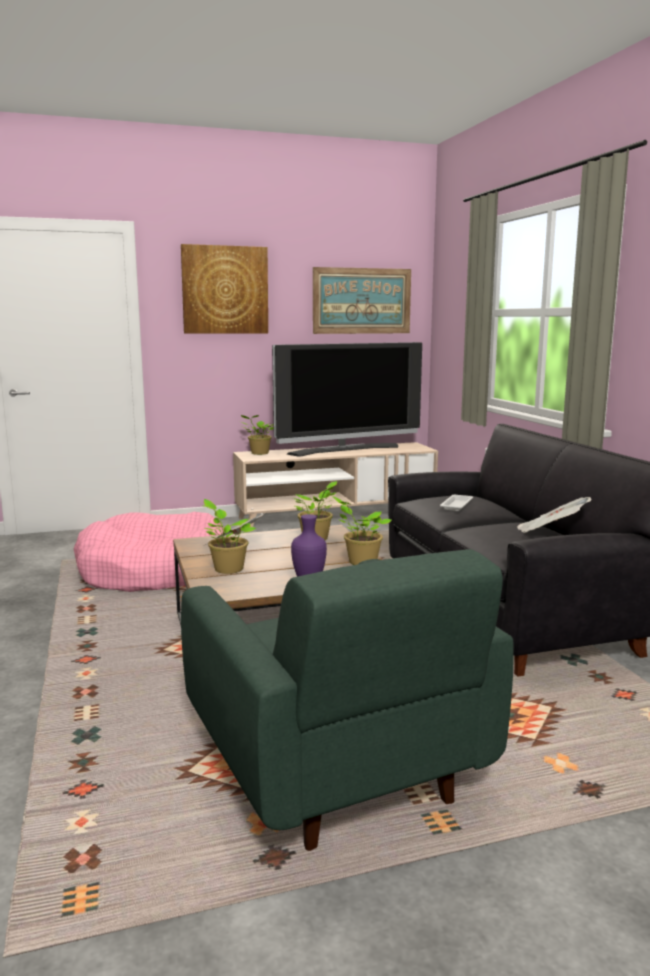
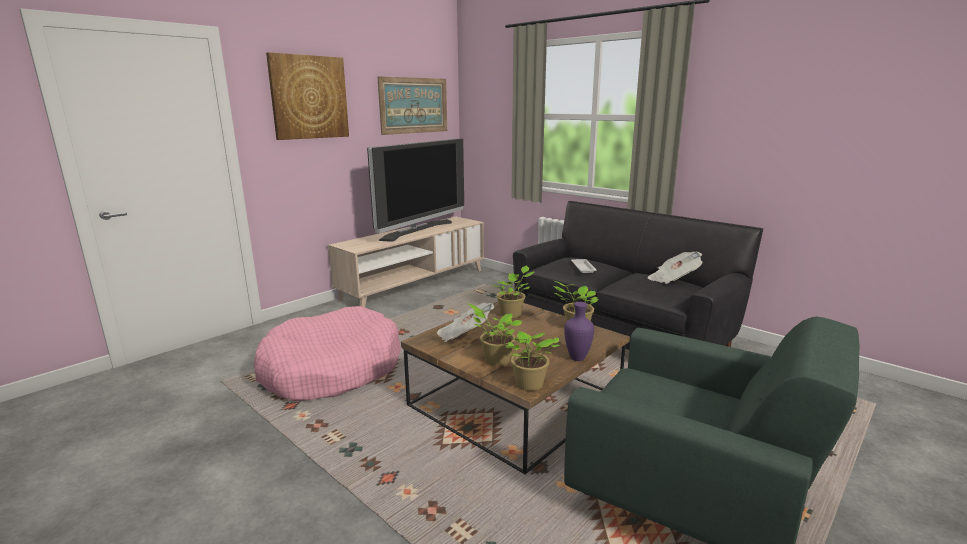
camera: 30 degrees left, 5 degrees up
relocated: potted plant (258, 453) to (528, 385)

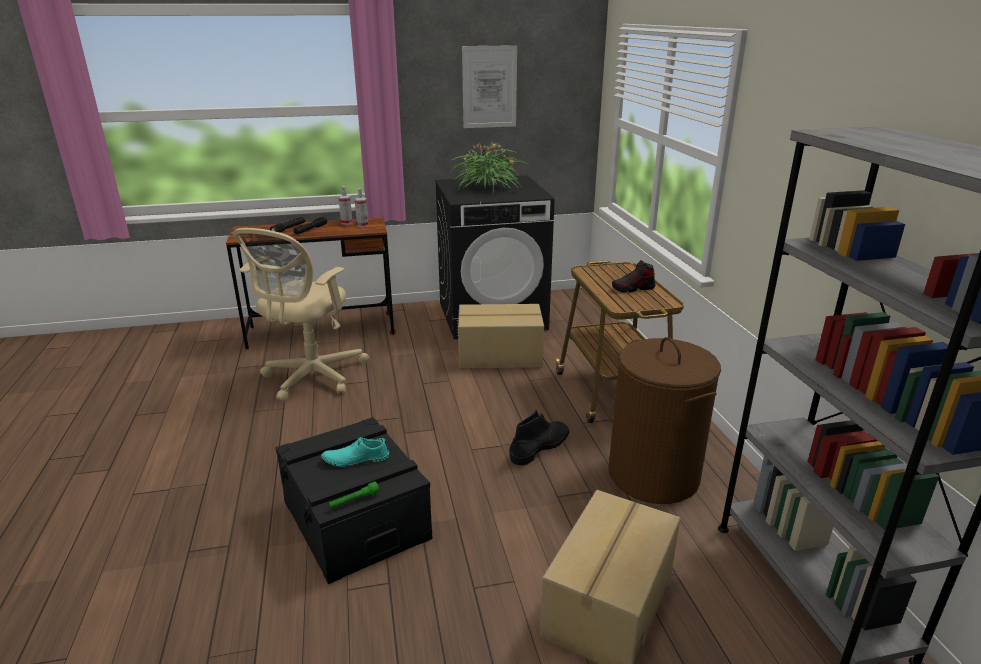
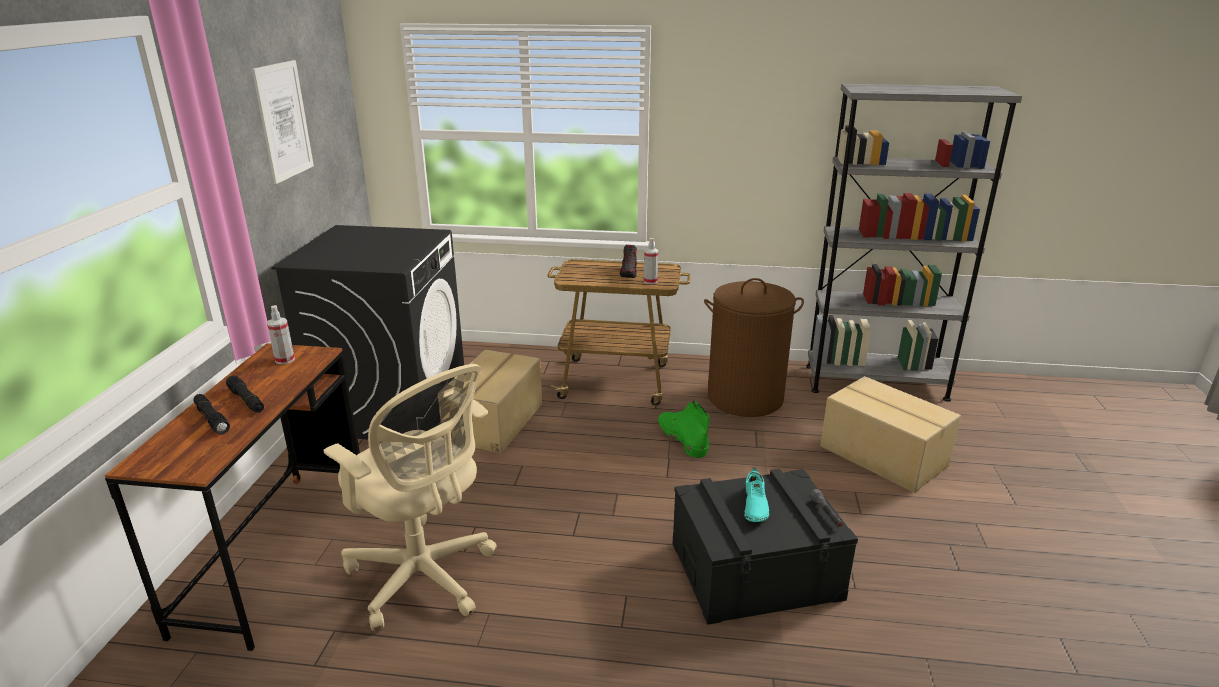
camera: 70 degrees left, 0 degrees up
missing: potted plant (487, 187)
relocated: spray bottle (346, 222) to (650, 281)
colour: green flashlight (354, 501) to grey flashlight (826, 513); black boot (540, 447) to green boot (681, 438)

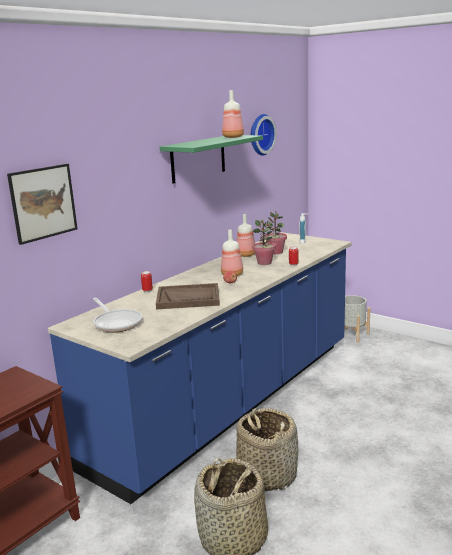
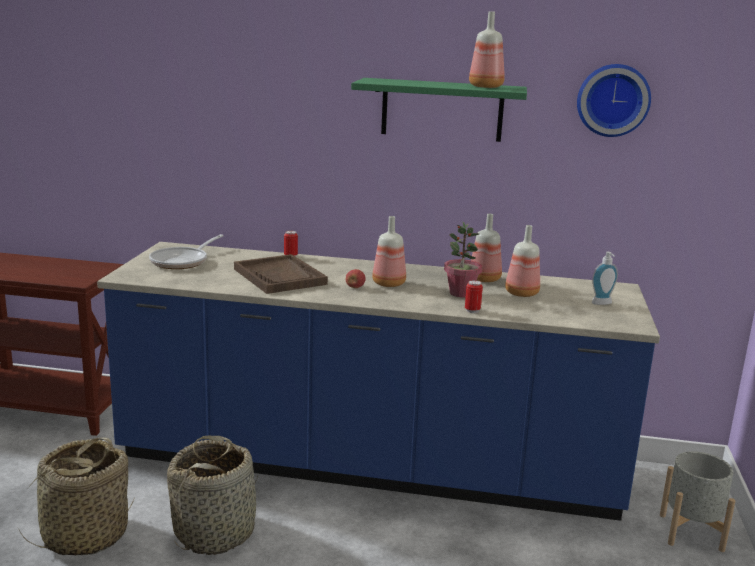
camera: 60 degrees right, 0 degrees up
missing: picture (43, 203)
exchanged: potted plant (276, 252) to bottle (520, 293)

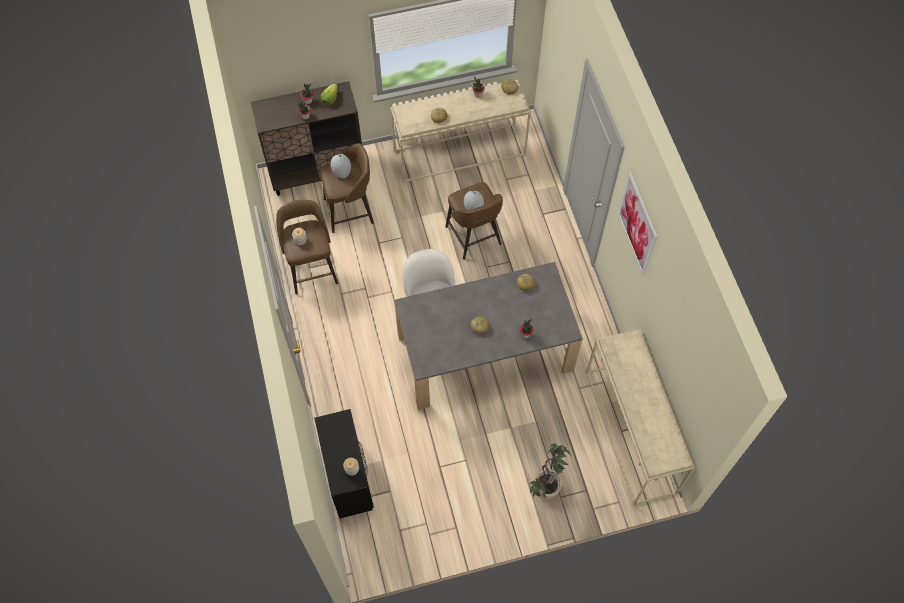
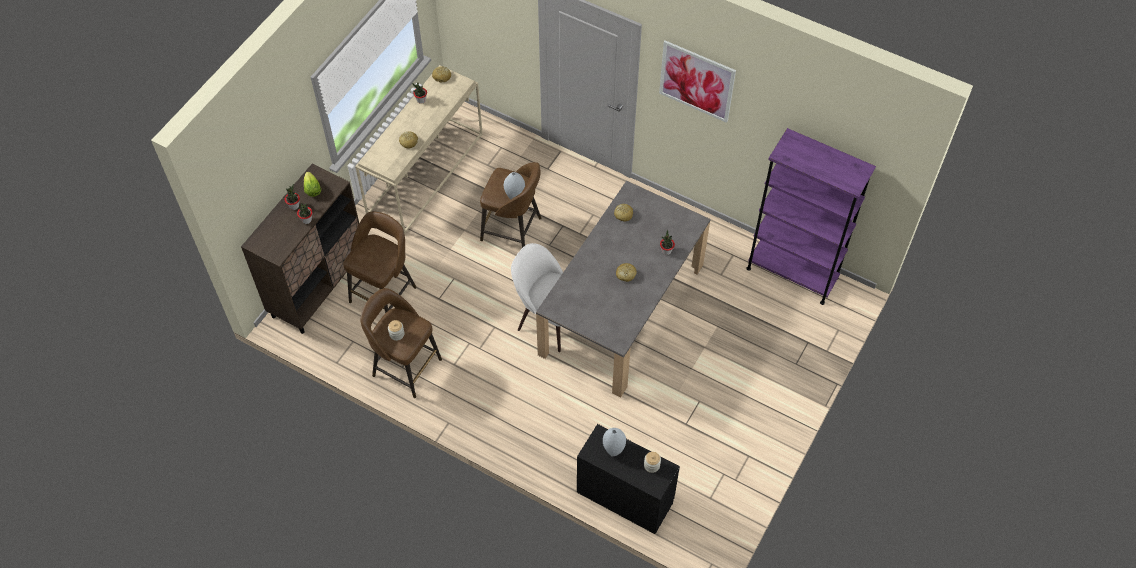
camera: 45 degrees left, 5 degrees down
missing: potted plant (546, 485)
relocated: grey vase (342, 173) to (613, 448)
exchanged: beige console table (631, 432) to purple bookcase (792, 273)

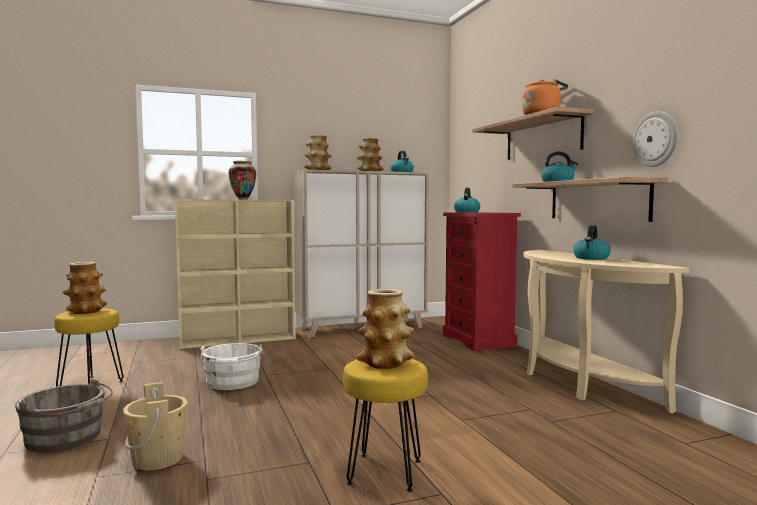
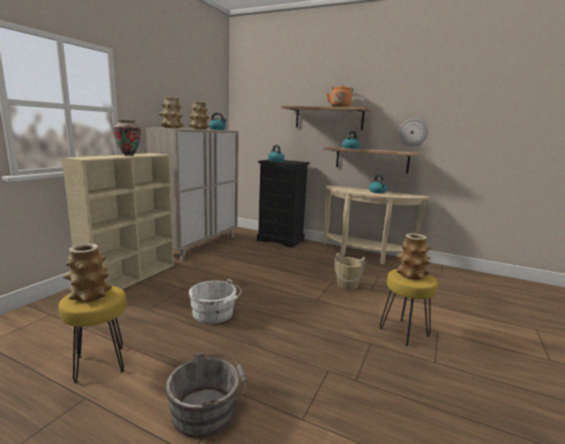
camera: 45 degrees left, 10 degrees up
relocated: beige bucket (157, 459) to (347, 285)
colour: red dresser (479, 340) to black dresser (281, 240)

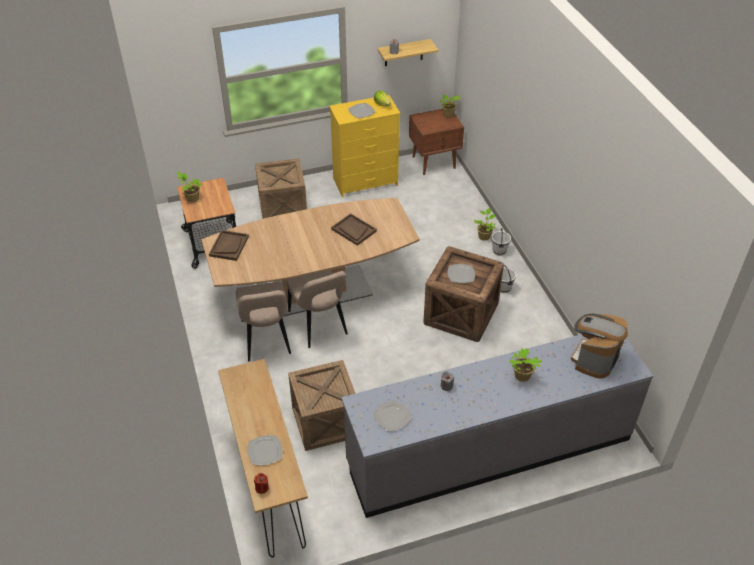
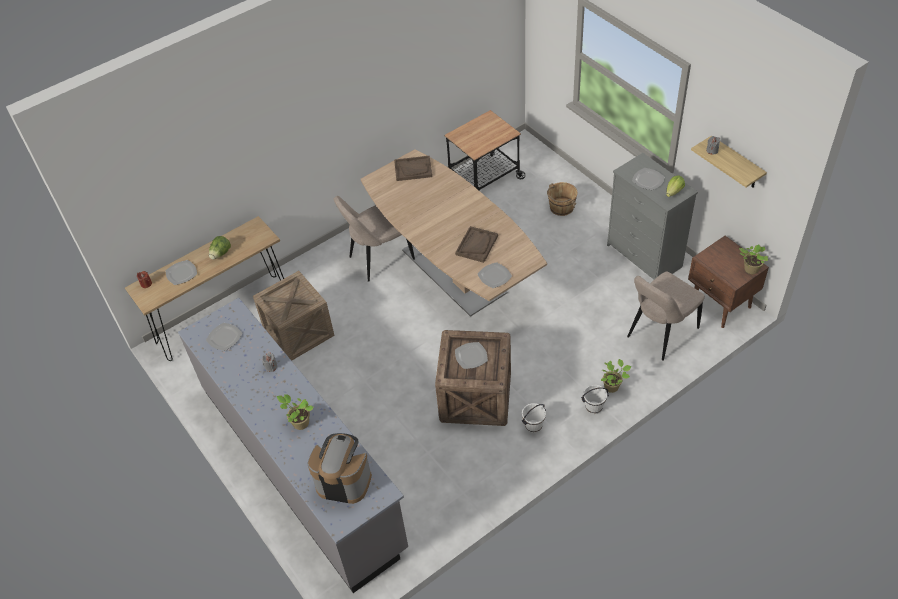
camera: 75 degrees right, 5 degrees up
missing: potted plant (192, 198)
appeared: lettuce (221, 254); plate (494, 276)
relocated: beige chair (319, 325) to (660, 334)
exchanged: crate (283, 209) to brown bucket (561, 207)
colour: yellow dresser (366, 182) to grey dresser (644, 256)

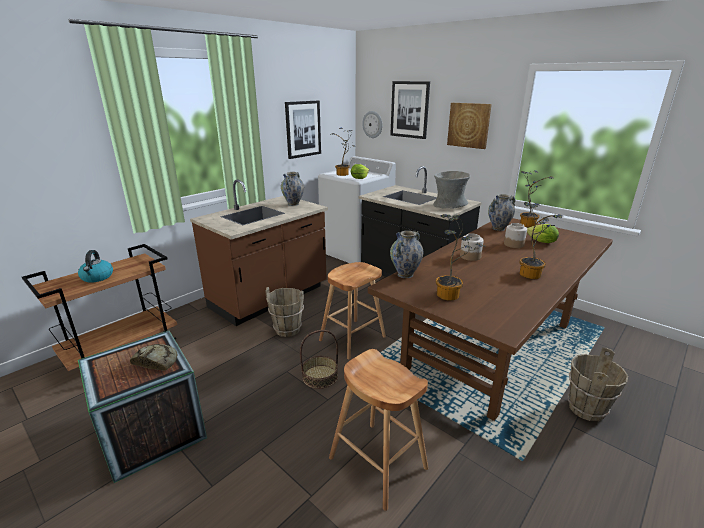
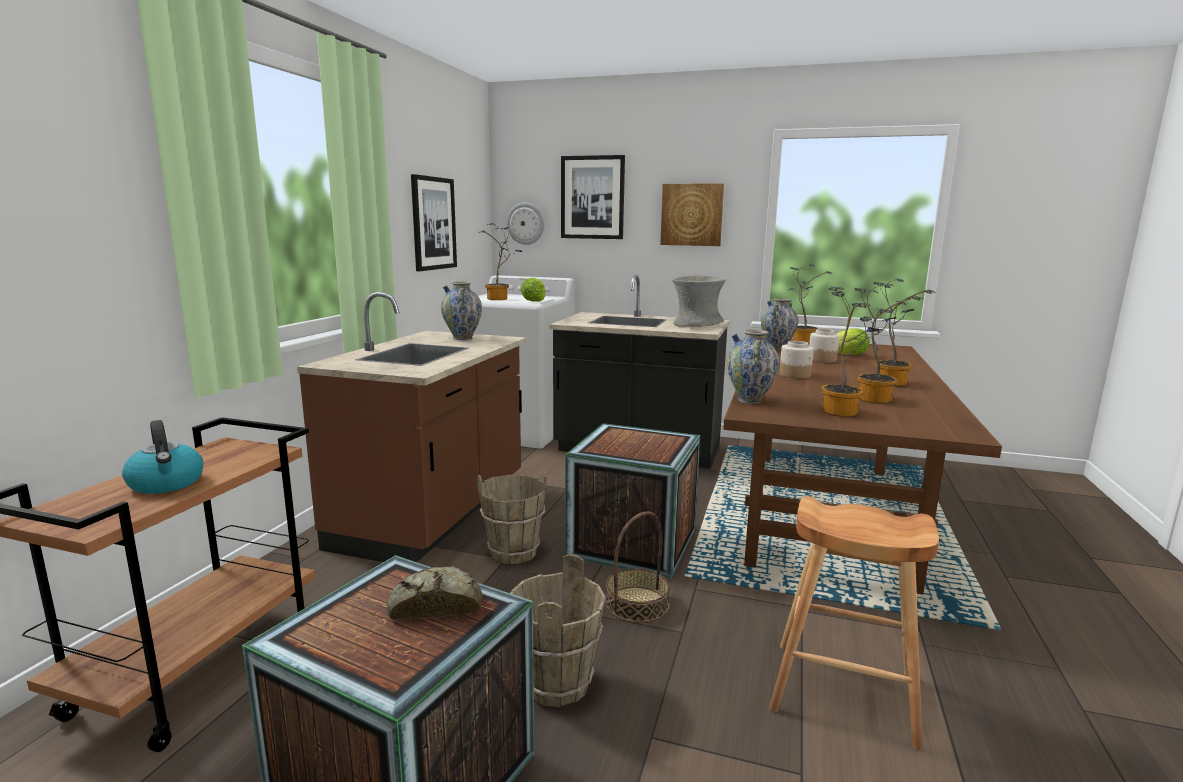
camera: 25 degrees left, 10 degrees down
appeared: potted plant (873, 398)
relocated: brown bucket (585, 409) to (556, 684)
exchanged: brown stool (352, 339) to crate (632, 542)

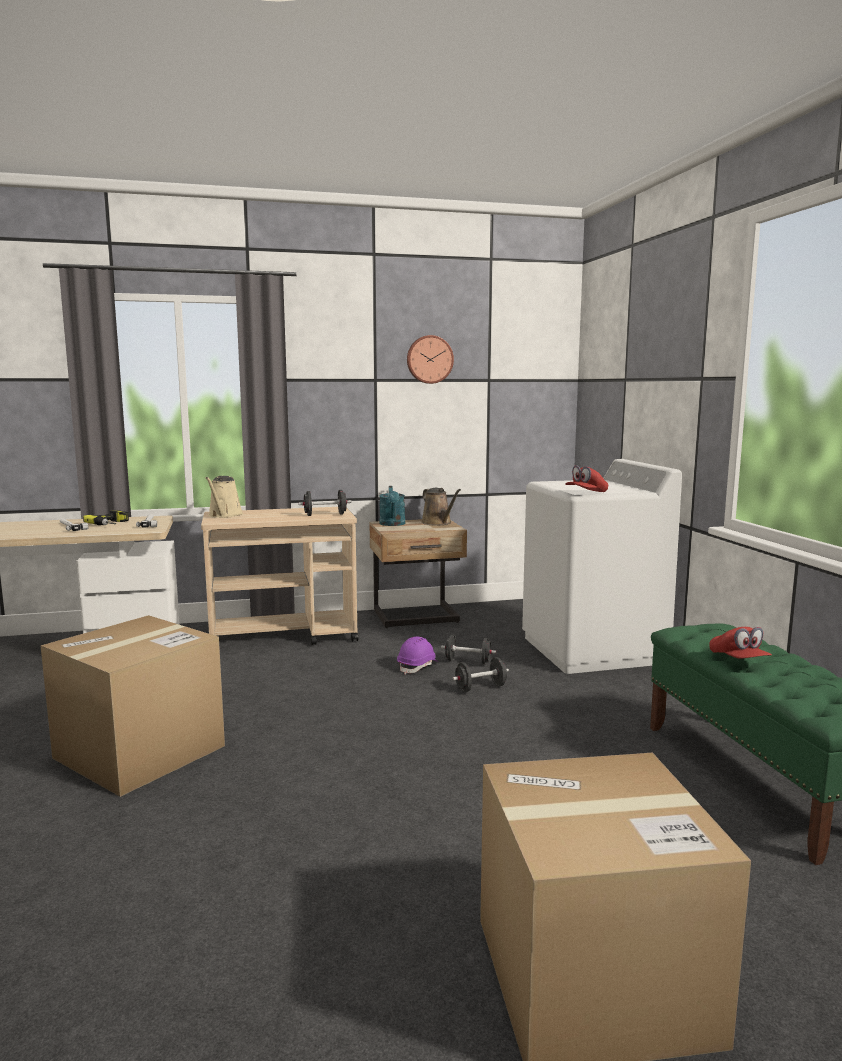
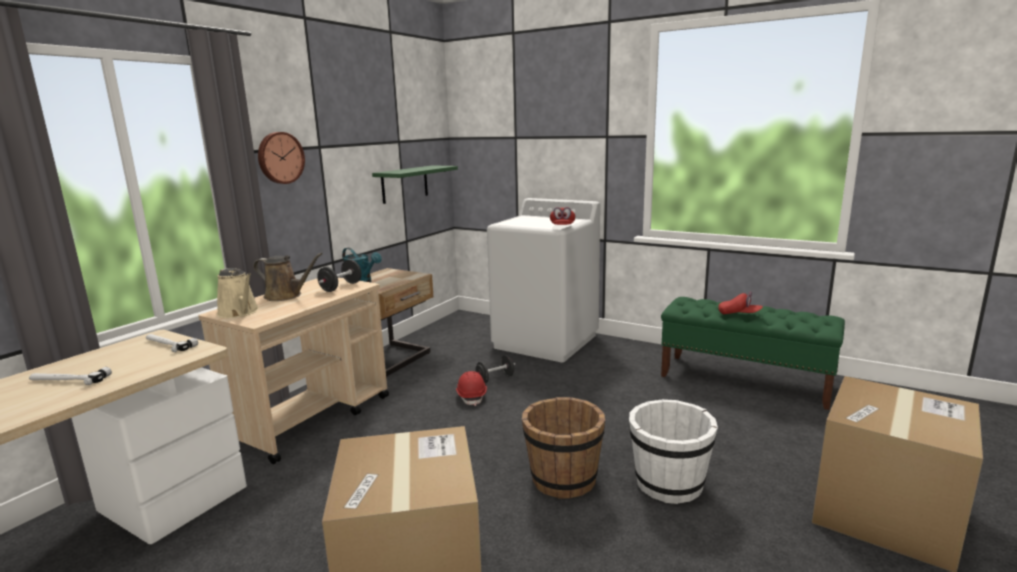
camera: 45 degrees left, 5 degrees up
missing: power drill (113, 524); black dumbbell (480, 688)
appeared: green shelf (405, 184); brown bucket (563, 479); white bucket (668, 484)
relocated: wall clock (429, 359) to (280, 158); brown watering can (438, 523) to (286, 296)
colour: purple hard hat (418, 666) to red hard hat (471, 396)

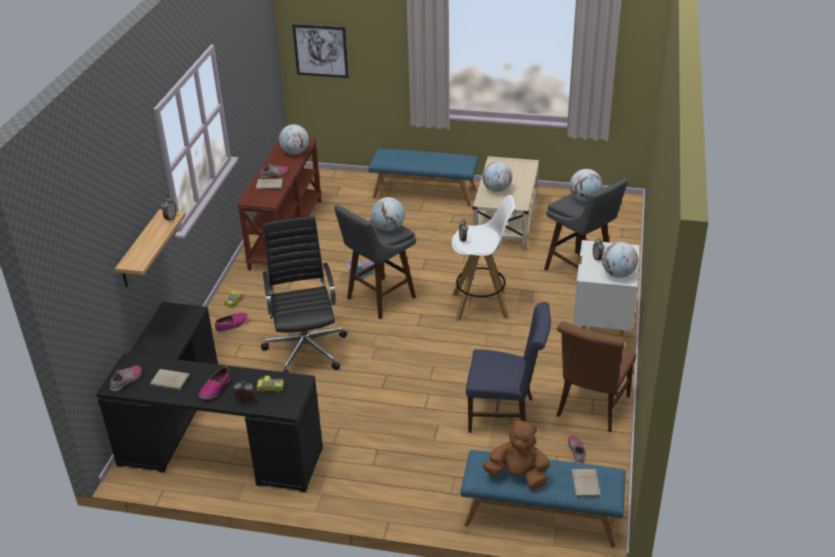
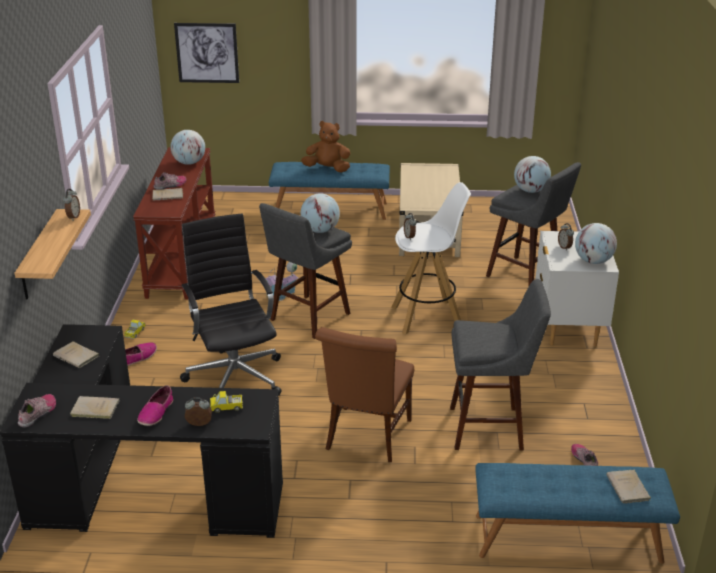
camera: 10 degrees left, 5 degrees down
missing: globe (497, 189)
appeared: beige book (77, 356)
relocated: brown plush toy (518, 476) to (327, 169); brown chair (591, 408) to (366, 438)
exchanged: blue chair (506, 414) to grey stool (490, 428)

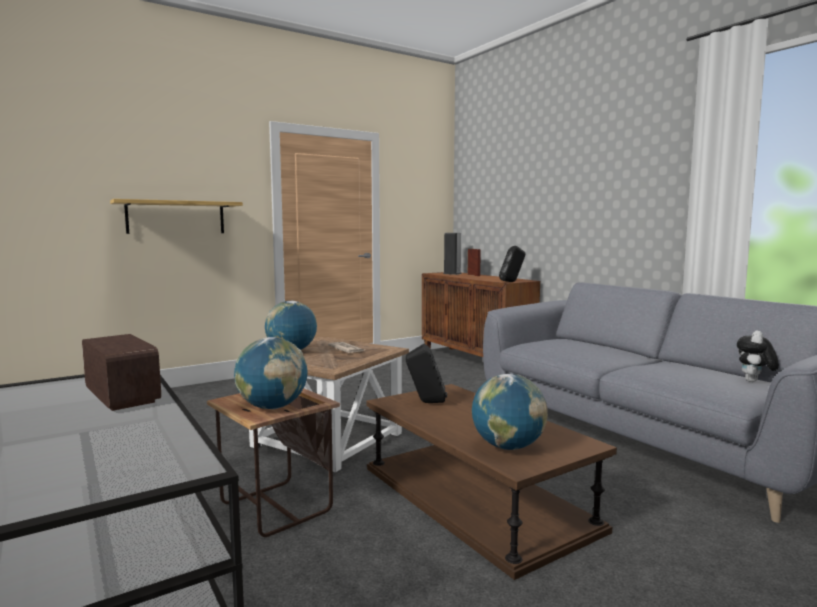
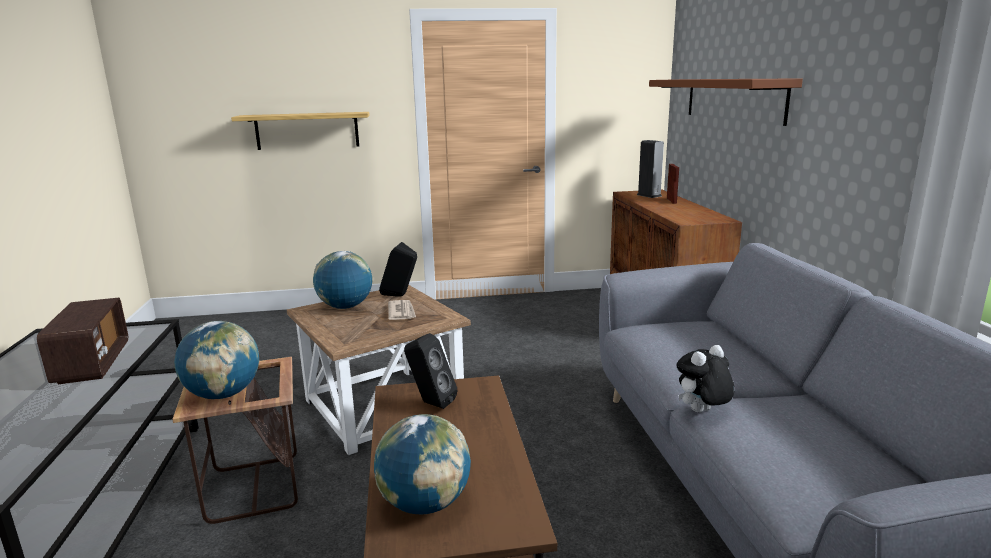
camera: 25 degrees right, 10 degrees up
appeared: brown shelf (733, 99)
relocated: black speaker (512, 282) to (400, 296); plush toy (754, 382) to (702, 412)

